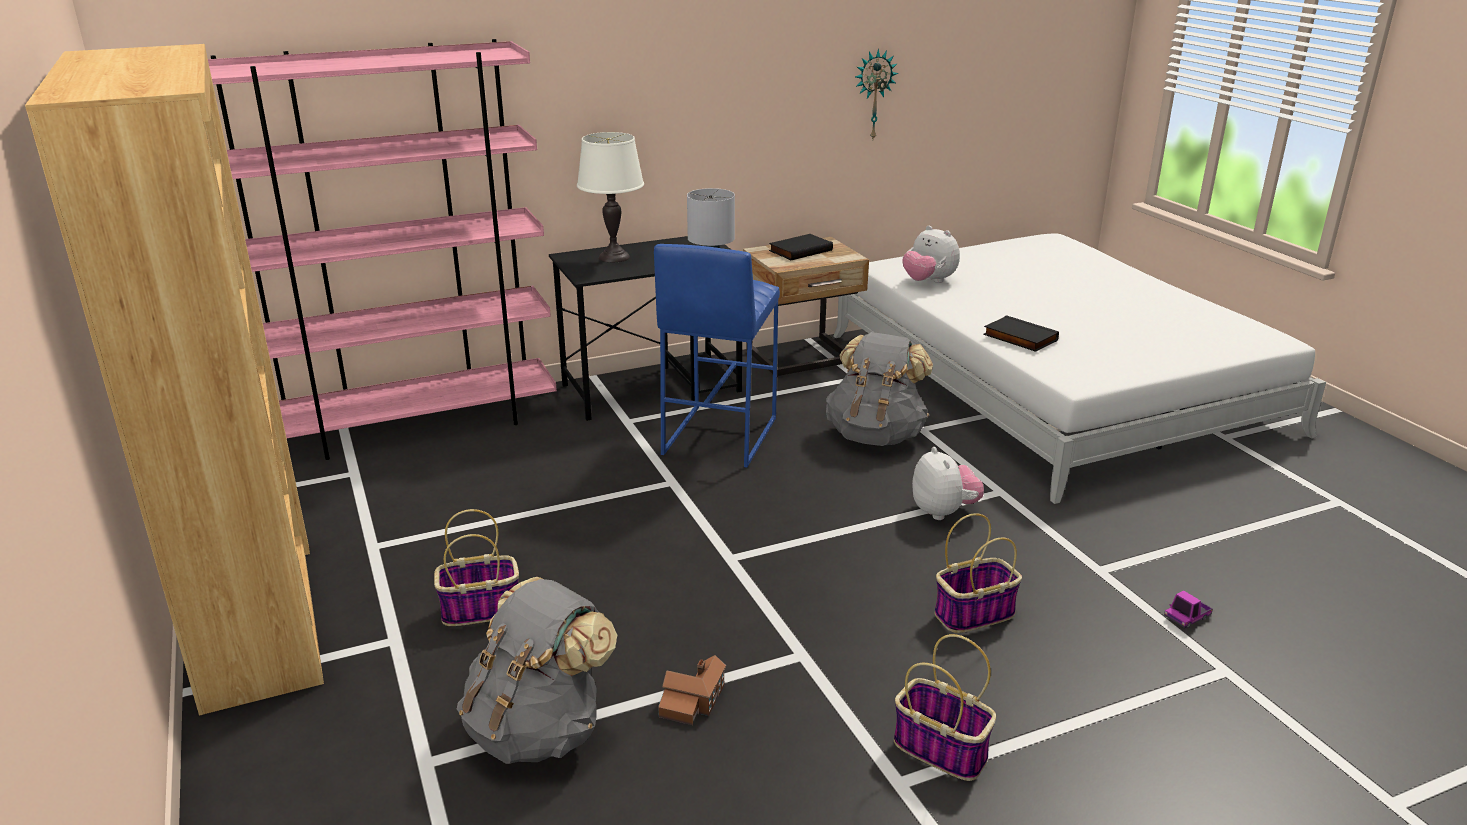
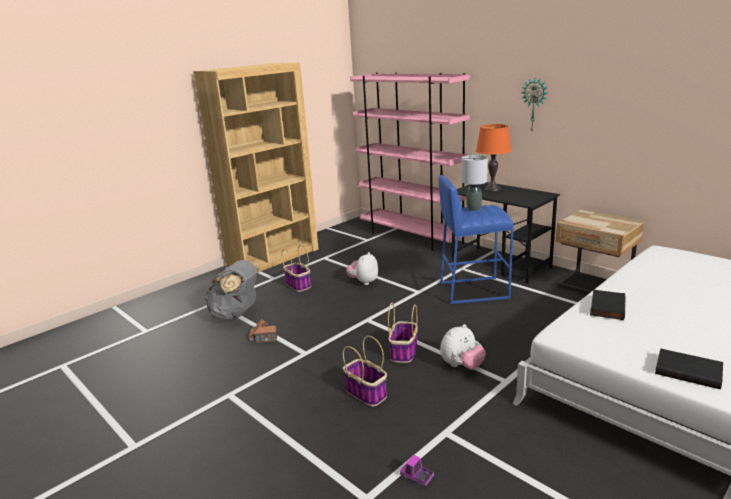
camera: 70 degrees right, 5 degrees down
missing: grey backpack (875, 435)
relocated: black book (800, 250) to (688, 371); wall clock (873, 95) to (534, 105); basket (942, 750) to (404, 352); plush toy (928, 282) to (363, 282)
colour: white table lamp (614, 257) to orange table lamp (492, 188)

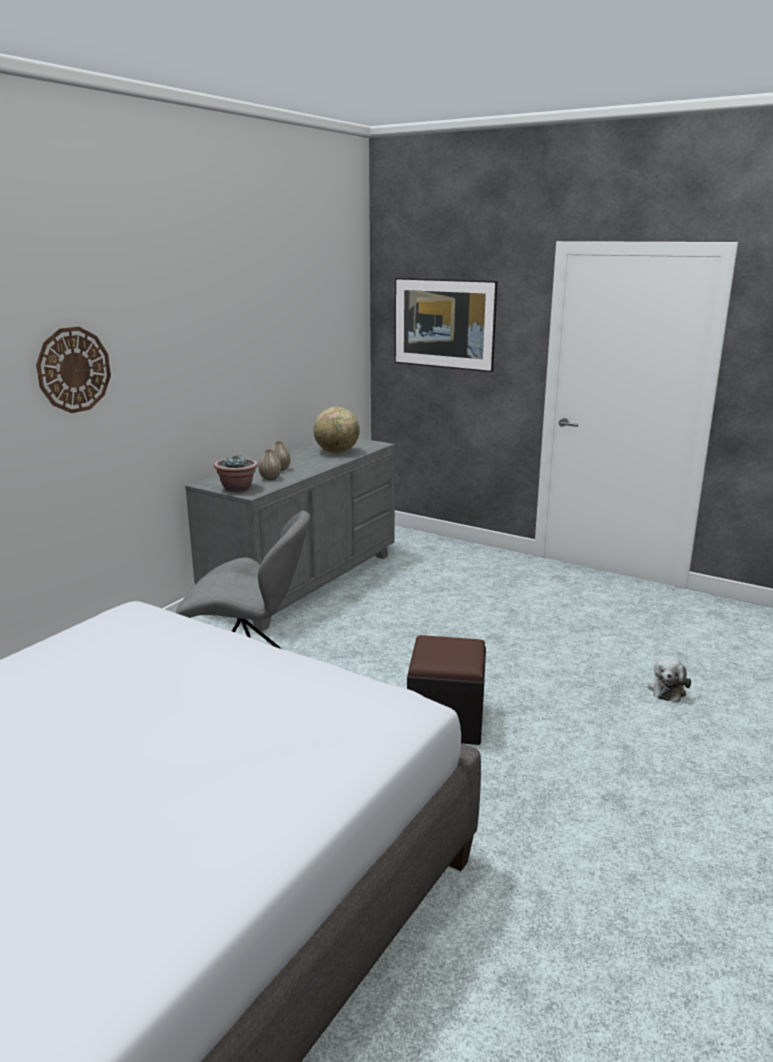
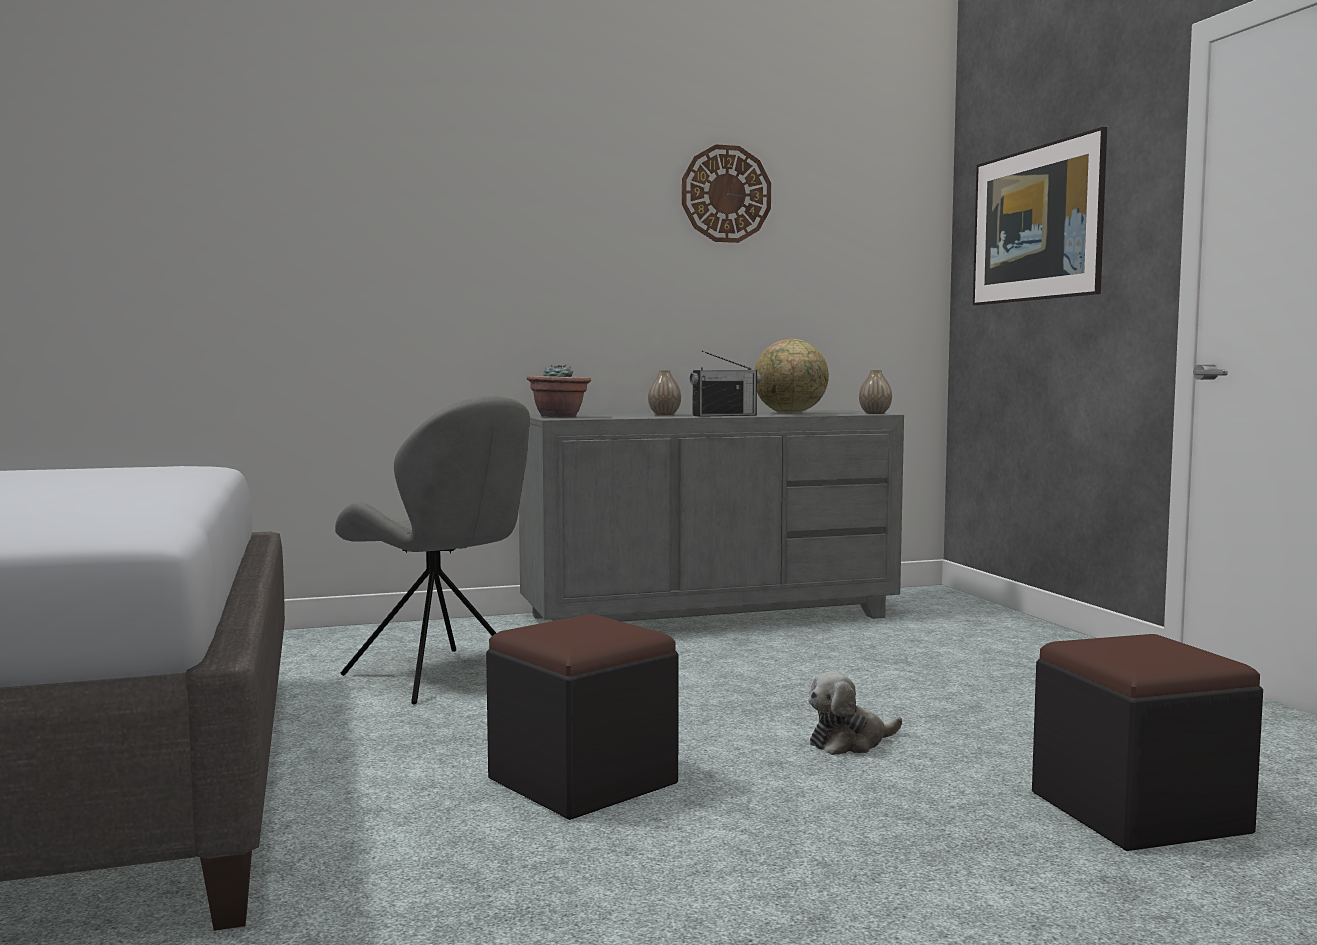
camera: 40 degrees right, 15 degrees down
appeared: radio (724, 415); black ottoman (1138, 812)
relocated: wall clock (73, 370) to (726, 194); vase (270, 478) to (875, 413); plush toy (667, 689) to (850, 742)

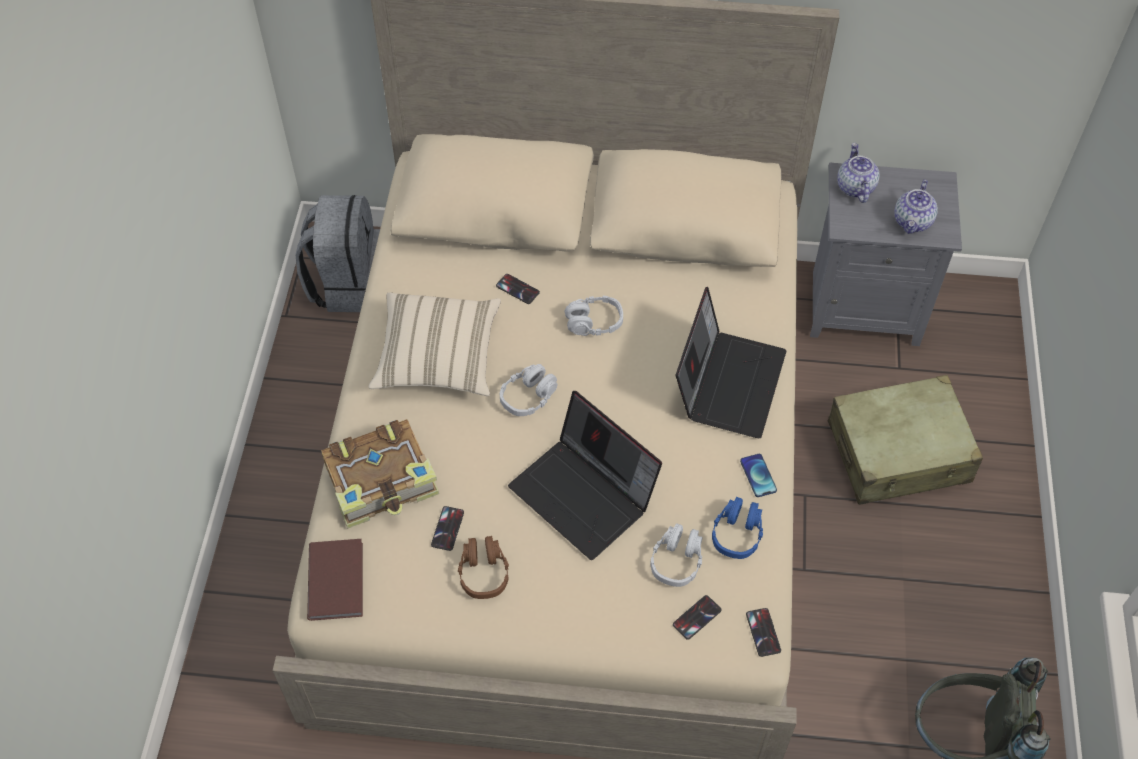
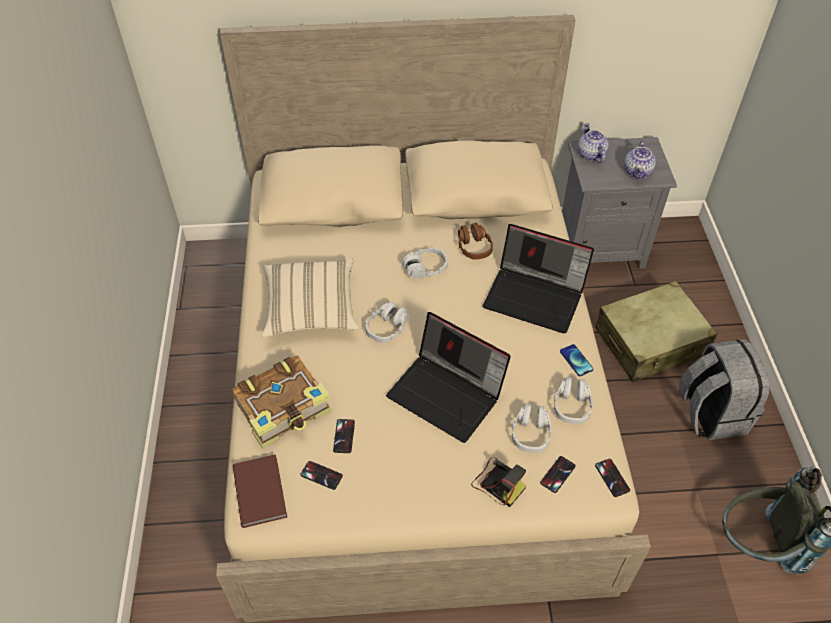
camera: 10 degrees left, 5 degrees down
appeared: photo camera (497, 483)
relocated: grey backpack (348, 284) to (710, 413); brown headphones (483, 573) to (474, 247); phone (517, 289) to (321, 475)
colour: blue headphones (737, 534) to grey headphones (572, 406)
spun: laptop (728, 382) = (535, 296) 105 degrees clockwise

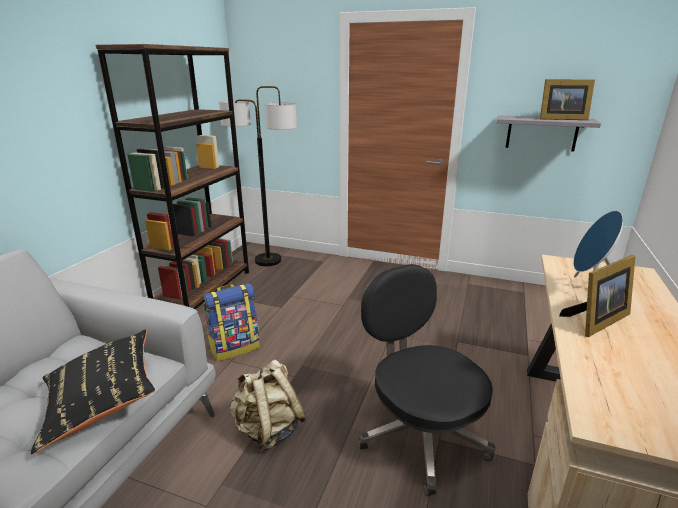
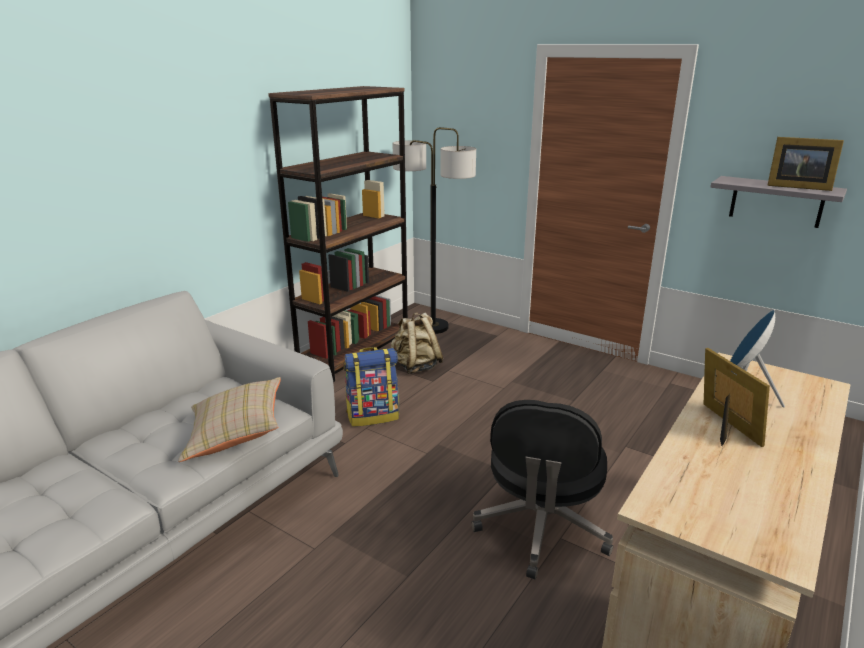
camera: 15 degrees right, 0 degrees up
relocated: beige backpack (268, 429) to (416, 366)
colour: black pillow (101, 402) to beige pillow (235, 434)
spun: black office chair (420, 434) = (541, 529) 150 degrees counterclockwise; picture frame (596, 321) = (725, 427) 90 degrees counterclockwise

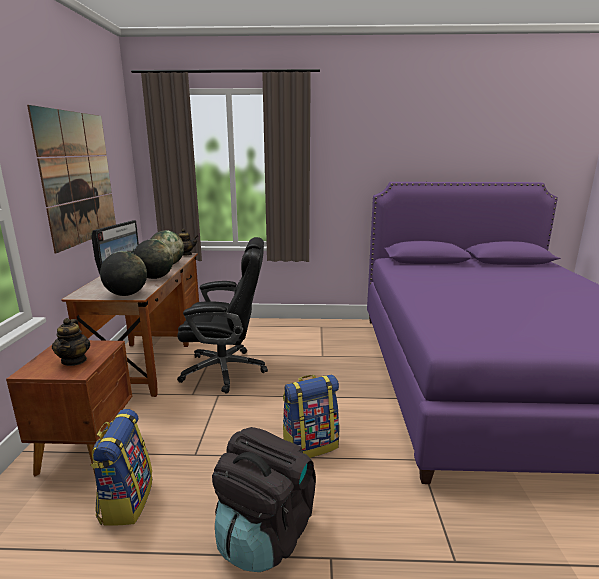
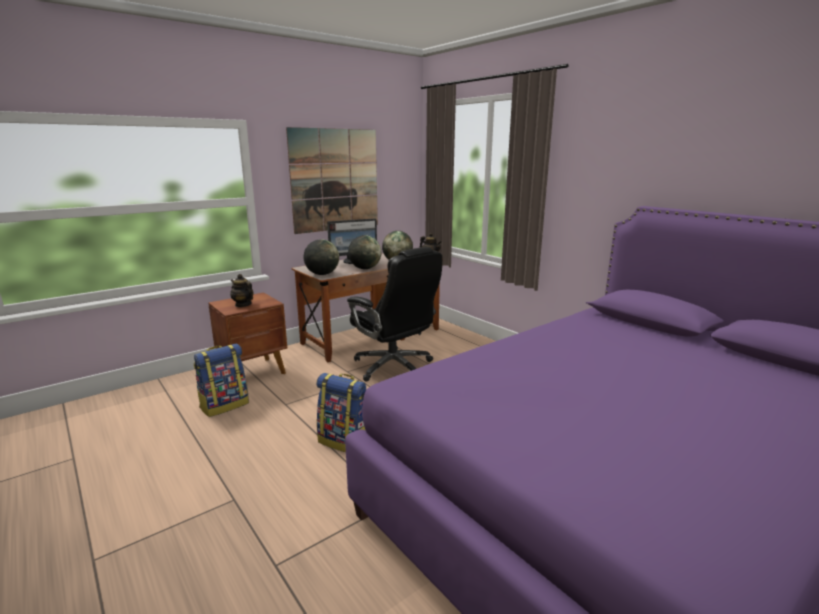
camera: 50 degrees right, 0 degrees up
missing: black backpack (265, 534)
spun: teapot (74, 360) = (243, 305) 90 degrees clockwise

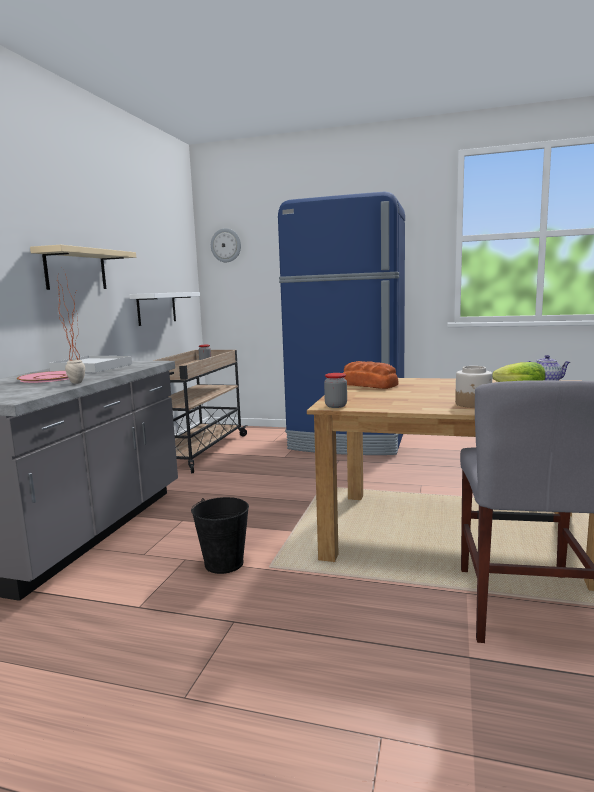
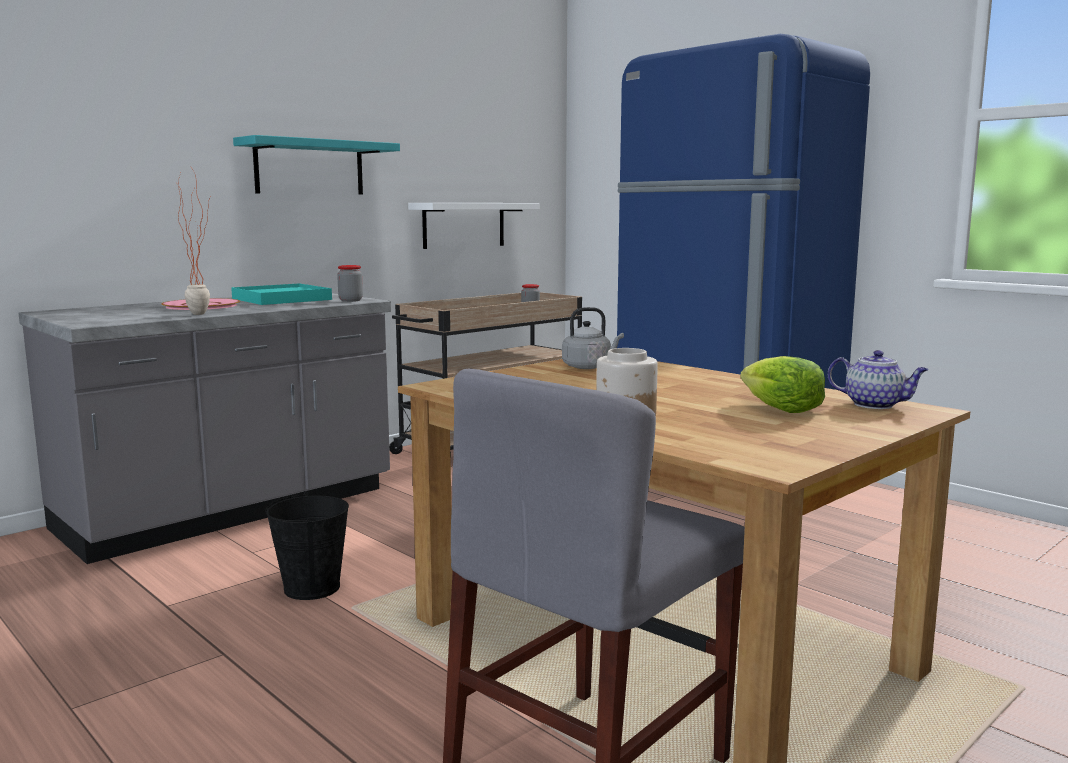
camera: 30 degrees right, 0 degrees up
missing: wall clock (226, 245)
relocated: jar (336, 406) to (350, 300)
exchanged: bread (368, 385) to grey kettle (589, 367)
colour: beige shelf (76, 270) to turquoise shelf (309, 168); white tray (92, 367) to turquoise tray (281, 299)

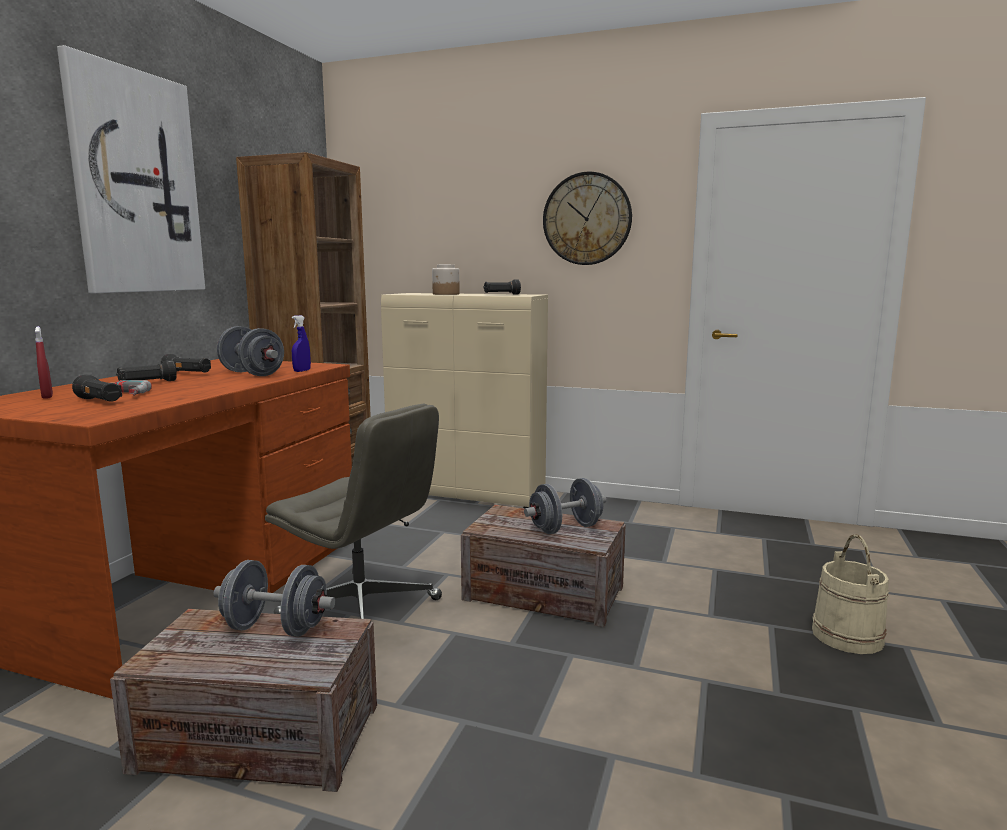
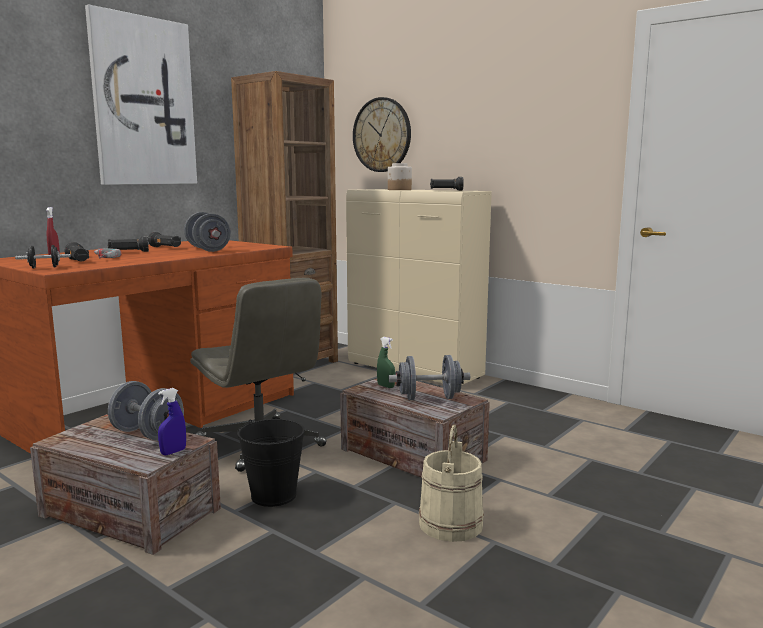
camera: 20 degrees right, 0 degrees up
appeared: black dumbbell (44, 267); black bucket (274, 495); green spray bottle (385, 386)
relocated: blue spray bottle (302, 371) to (173, 452); wall clock (587, 219) to (382, 135); beige bucket (848, 636) to (451, 524)

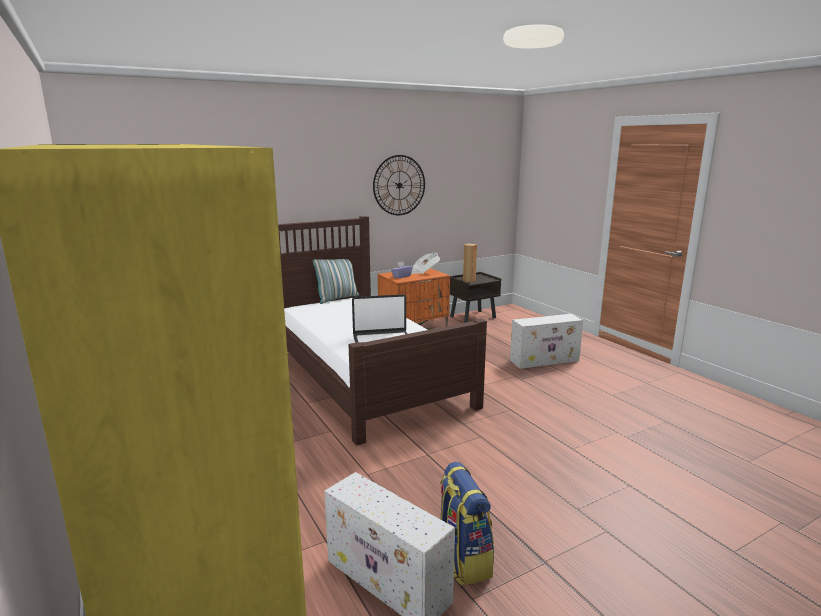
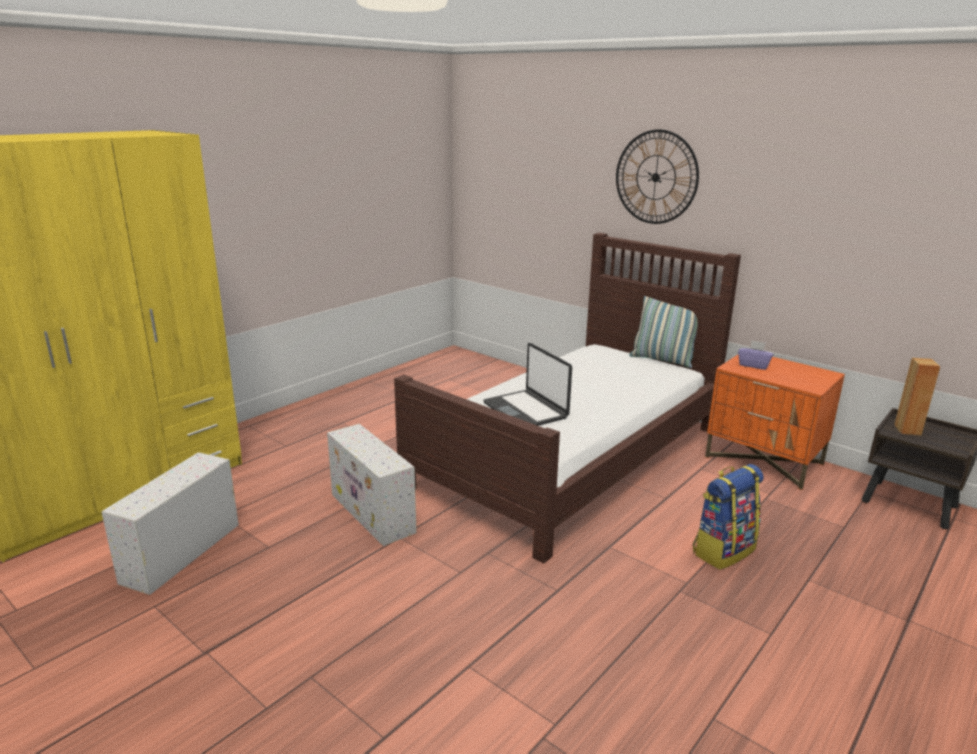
camera: 70 degrees right, 5 degrees up
missing: newspaper (424, 271)
relocated: wall clock (399, 185) to (656, 177); backpack (462, 559) to (723, 550); white storage box (545, 360) to (373, 513)

